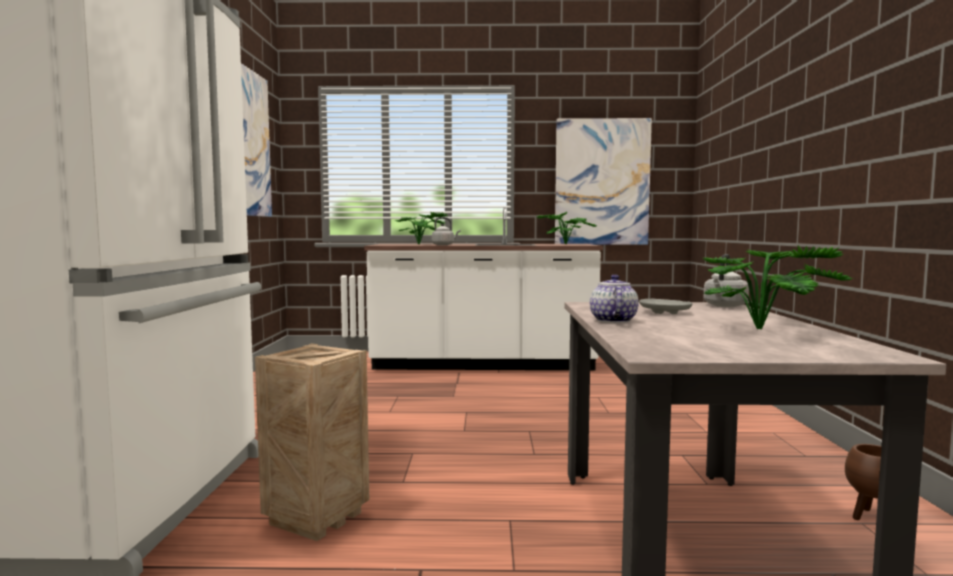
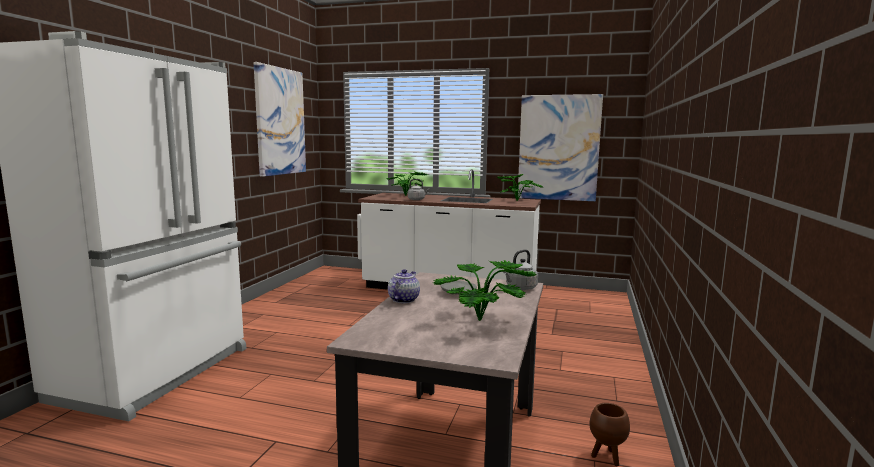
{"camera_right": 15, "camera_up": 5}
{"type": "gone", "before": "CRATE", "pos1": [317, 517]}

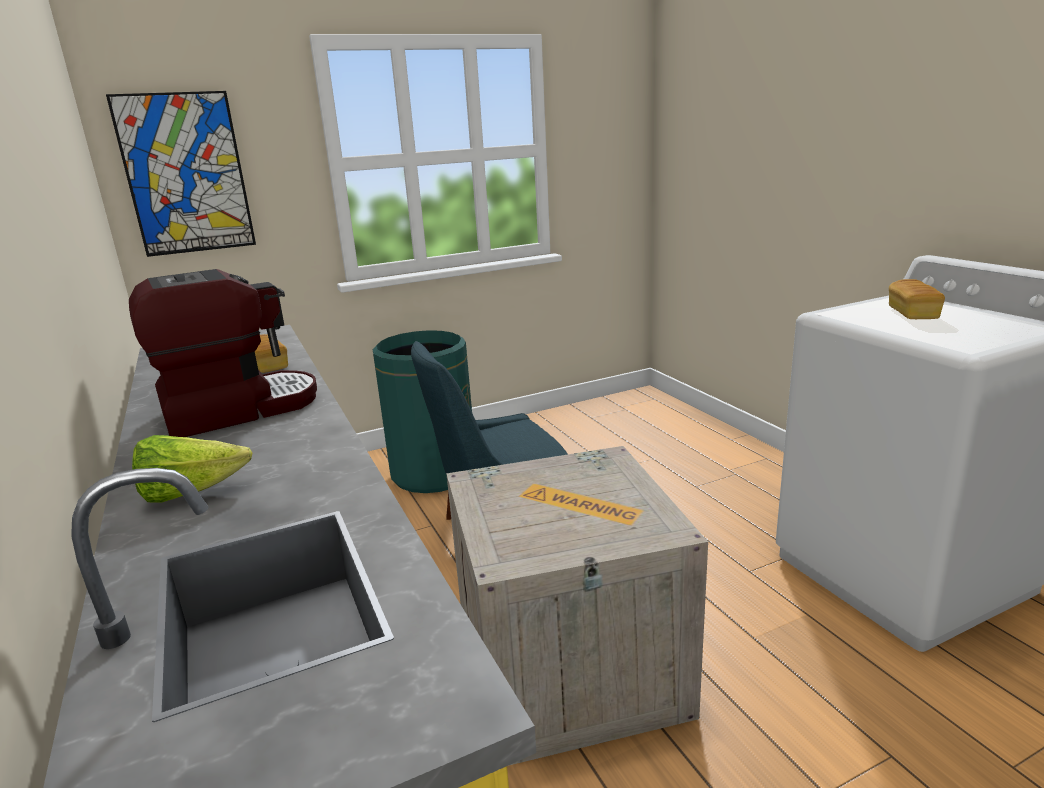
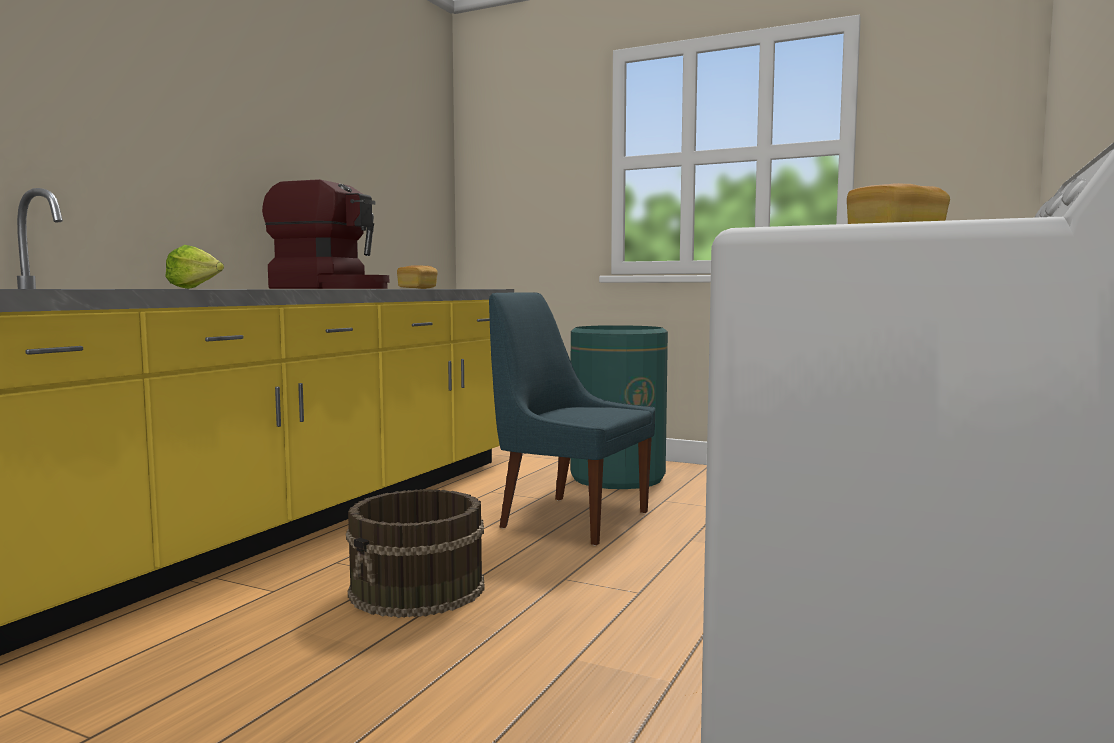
{"camera_right": 50, "camera_up": -15}
{"type": "swapped", "before": "CRATE", "after": "BROWN BUCKET", "pos1": [571, 664], "pos2": [418, 589]}
{"type": "gone", "before": "PICTURE", "pos1": [186, 174]}

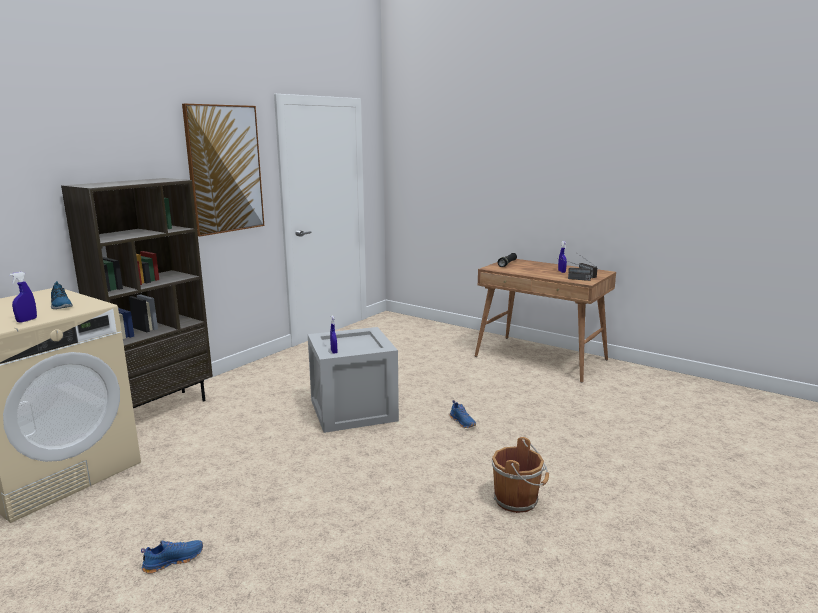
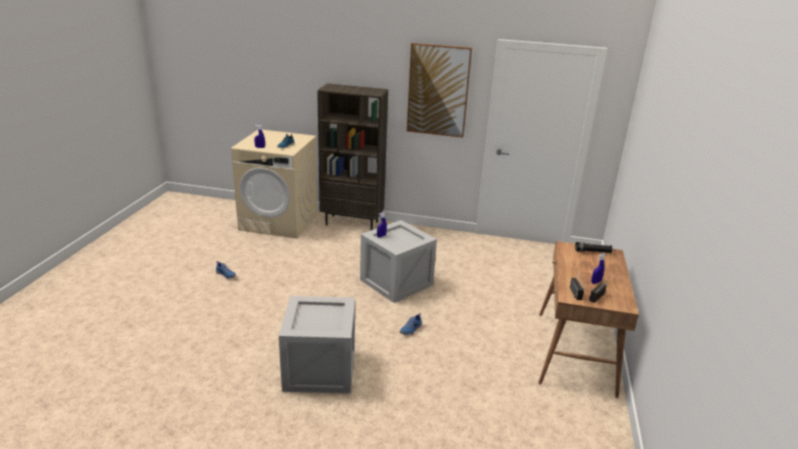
{"camera_right": 65, "camera_up": 10}
{"type": "swapped", "before": "BROWN BUCKET", "after": "CRATE", "pos1": [518, 500], "pos2": [320, 369]}

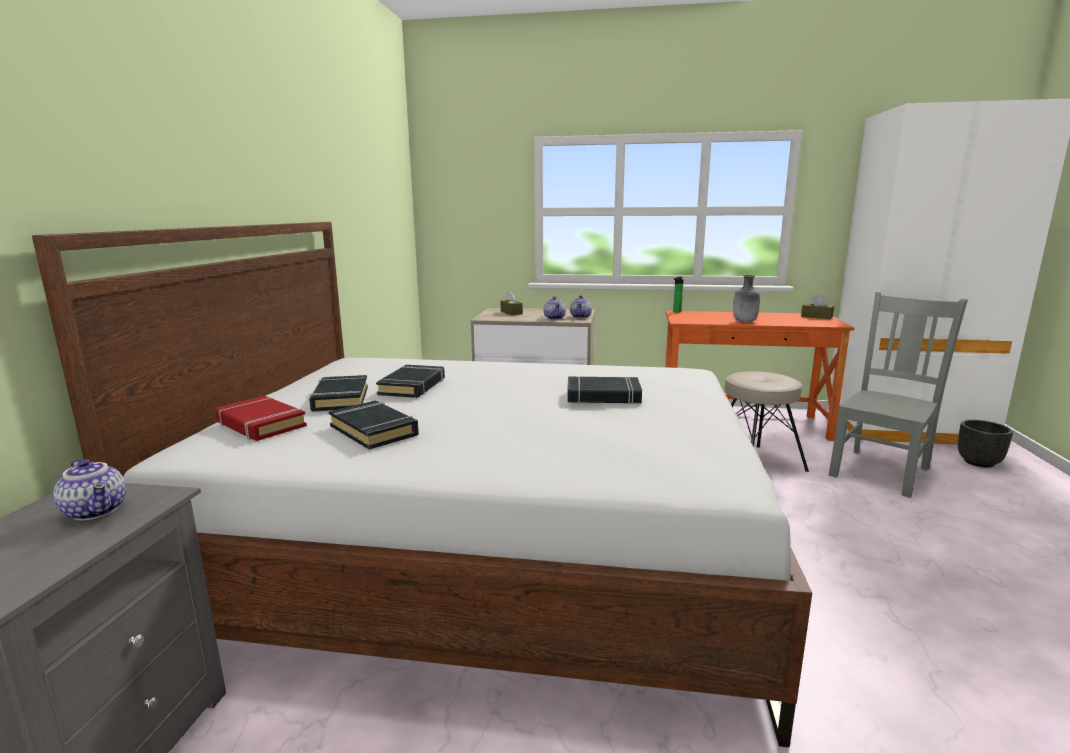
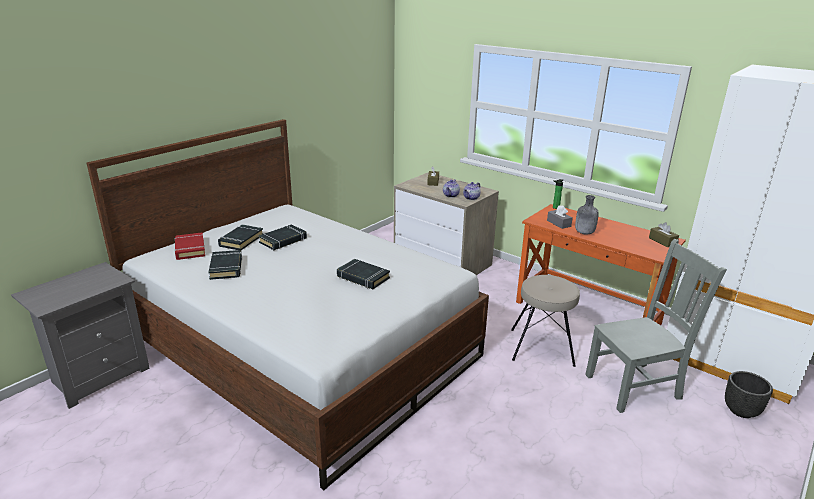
{"camera_right": 30, "camera_up": 10}
{"type": "new", "after": "GREY TISSUE BOX", "pos2": [558, 223]}
{"type": "gone", "before": "TEAPOT", "pos1": [97, 511]}

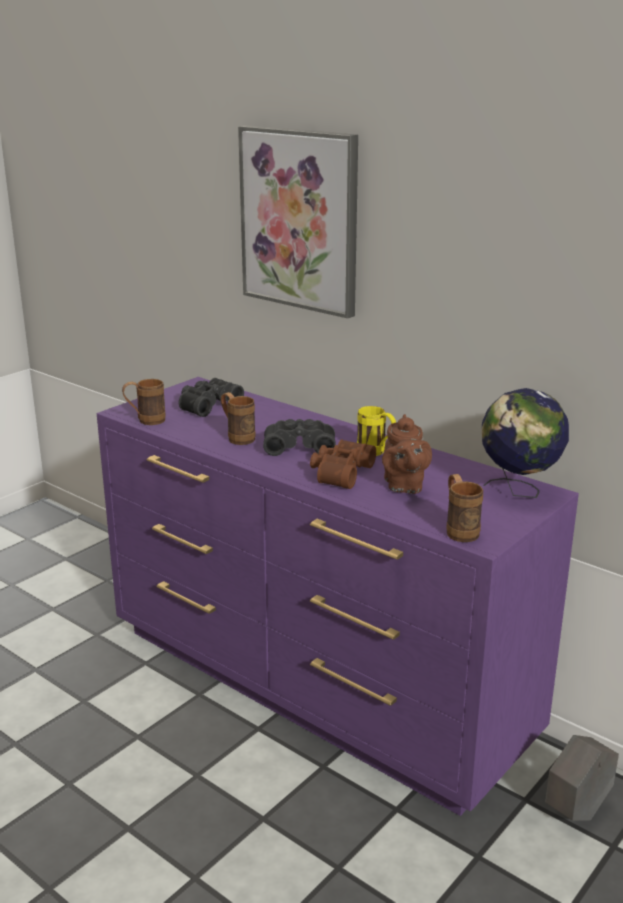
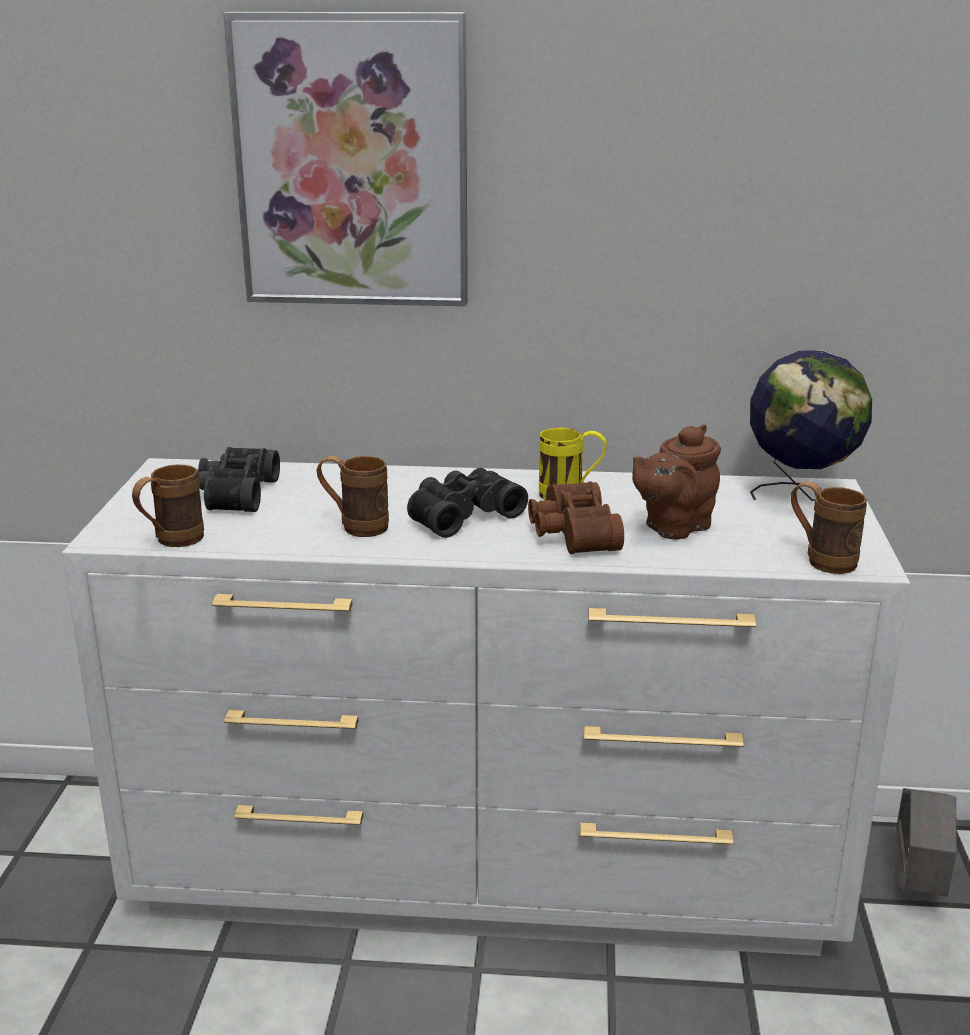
{"camera_right": -35, "camera_up": 0}
{"type": "repainted", "before": "PURPLE DRESSER", "after": "WHITE DRESSER", "pos1": [315, 685], "pos2": [489, 873]}
{"type": "rotated", "before": "BROWN TEAPOT", "pos1": [404, 486], "pos2": [673, 527], "turn": 90}

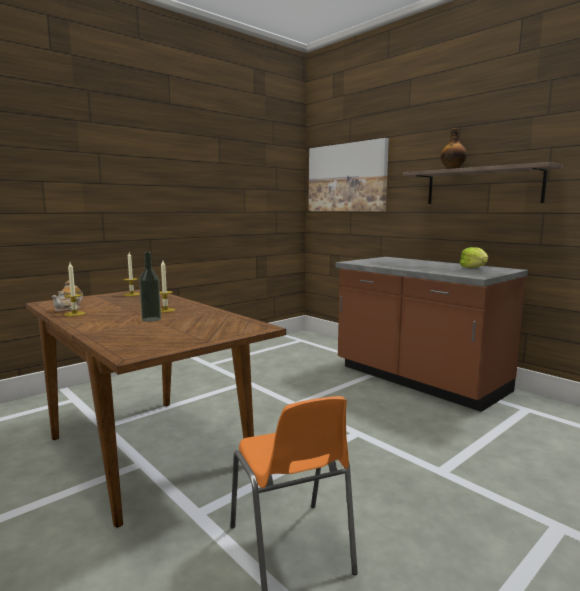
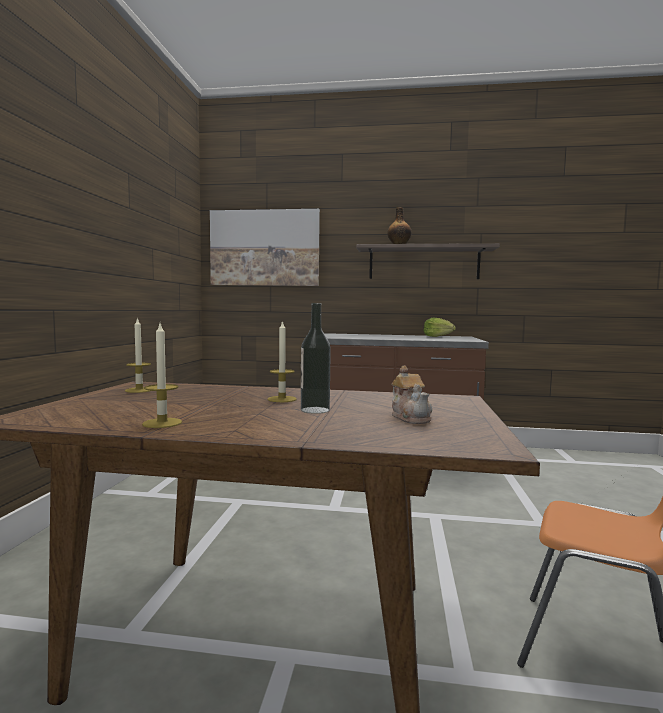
{"camera_right": -40, "camera_up": -5}
{"type": "shifted", "before": "TEAPOT", "pos1": [69, 309], "pos2": [411, 418]}

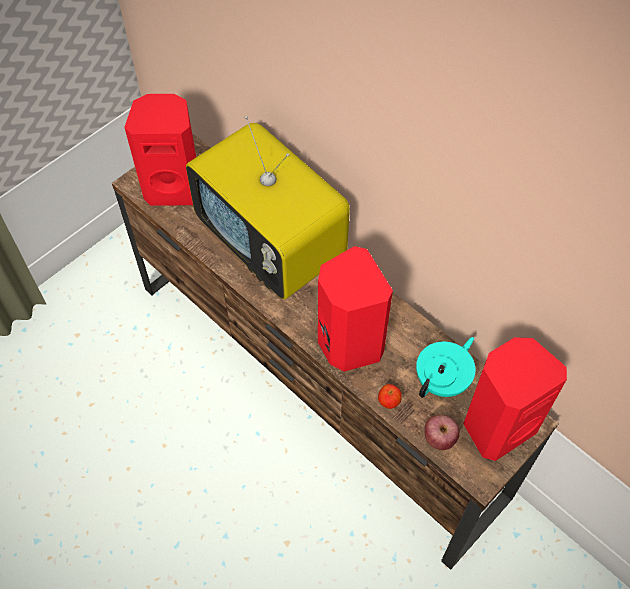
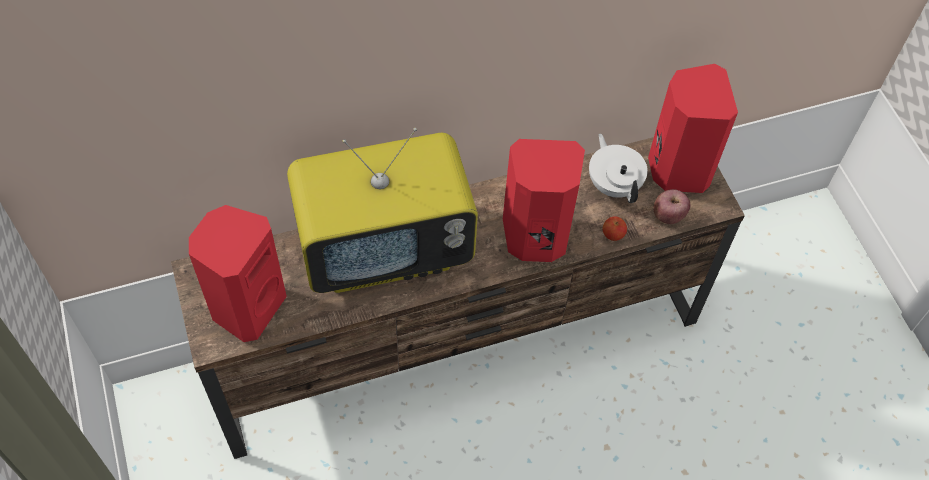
{"camera_right": -65, "camera_up": 0}
{"type": "repainted", "before": "TURQUOISE TEAPOT", "after": "WHITE TEAPOT", "pos1": [443, 380], "pos2": [614, 184]}

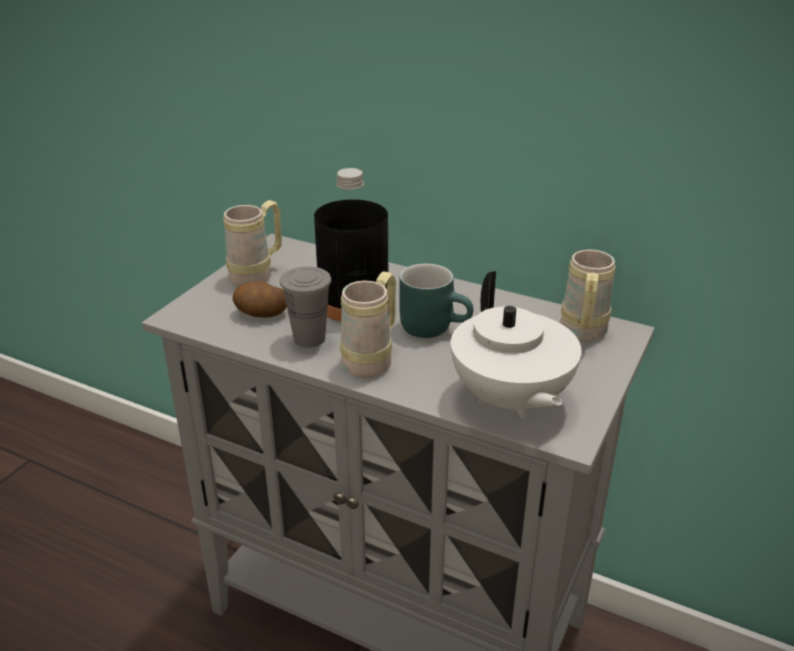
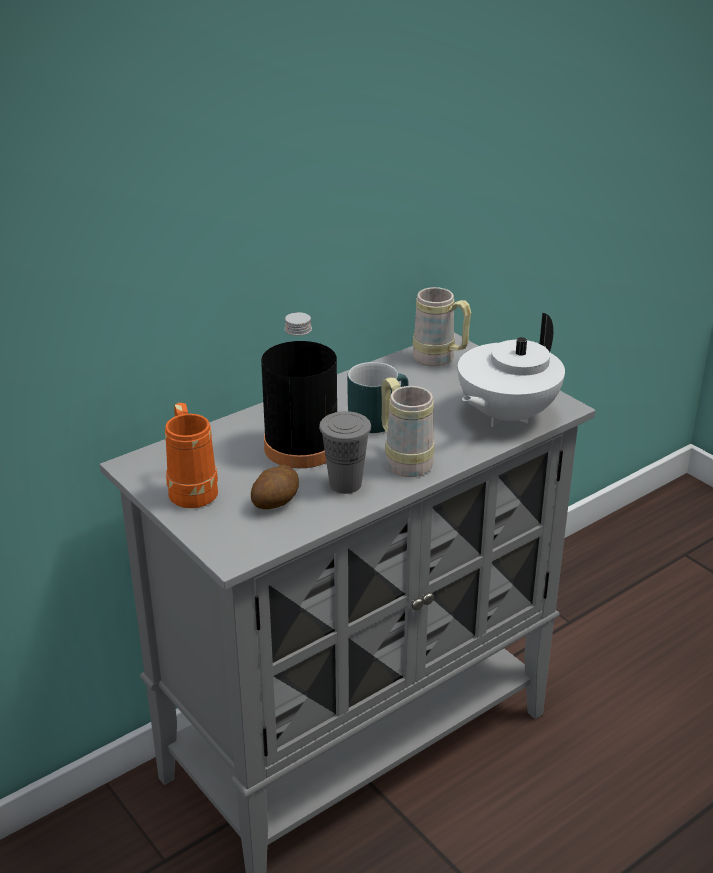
{"camera_right": -65, "camera_up": 0}
{"type": "repainted", "before": "BEIGE MUG", "after": "ORANGE MUG", "pos1": [258, 274], "pos2": [192, 488]}
{"type": "rotated", "before": "WHITE TEAPOT", "pos1": [510, 400], "pos2": [505, 415], "turn": 120}

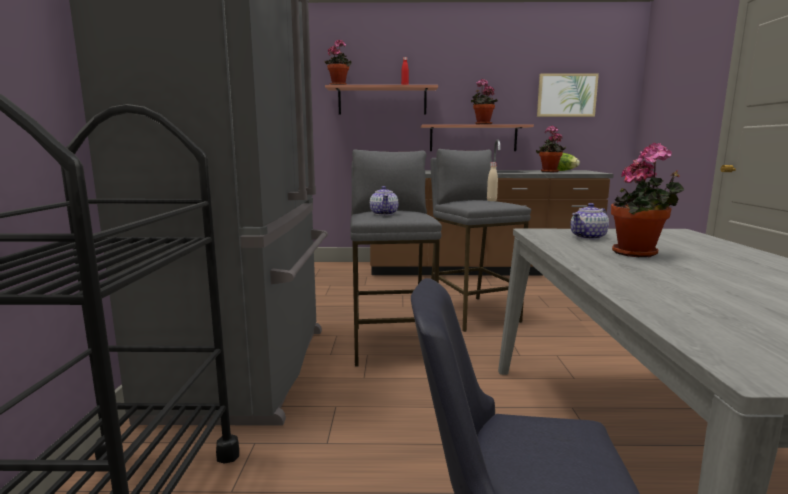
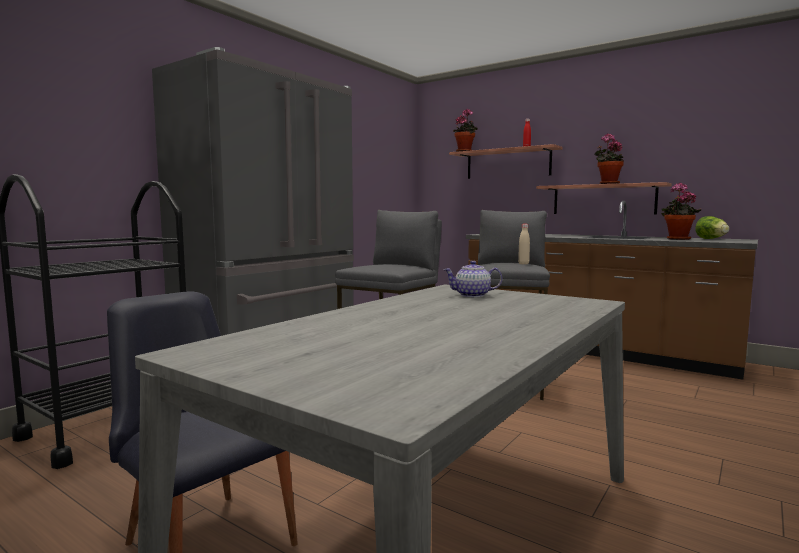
{"camera_right": 35, "camera_up": -5}
{"type": "gone", "before": "TEAPOT", "pos1": [384, 214]}
{"type": "gone", "before": "PICTURE", "pos1": [566, 95]}
{"type": "gone", "before": "POTTED PLANT", "pos1": [639, 254]}

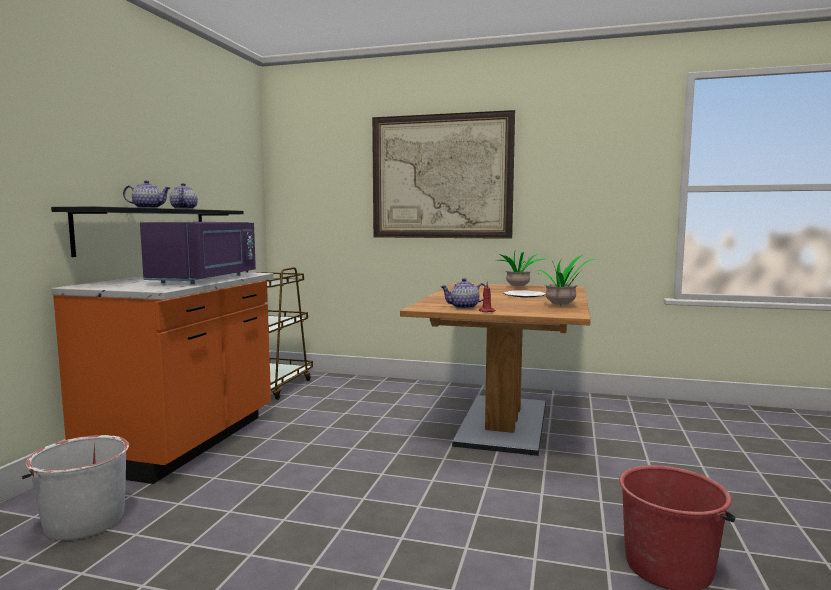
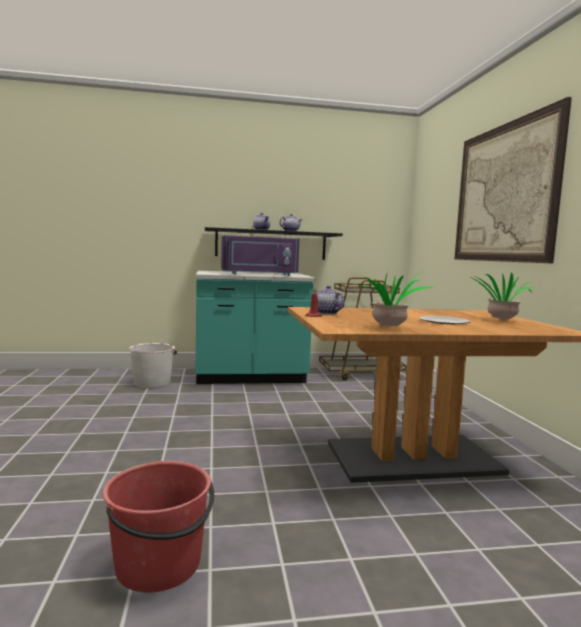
{"camera_right": 65, "camera_up": 0}
{"type": "repainted", "before": "ORANGE COUNTER", "after": "TURQUOISE COUNTER", "pos1": [184, 442], "pos2": [250, 377]}

